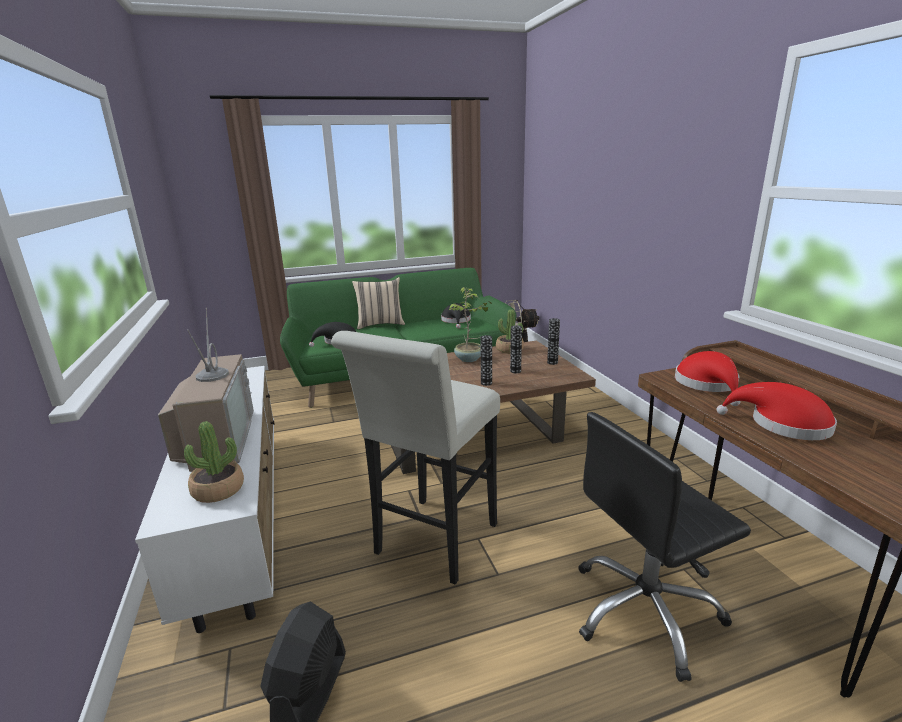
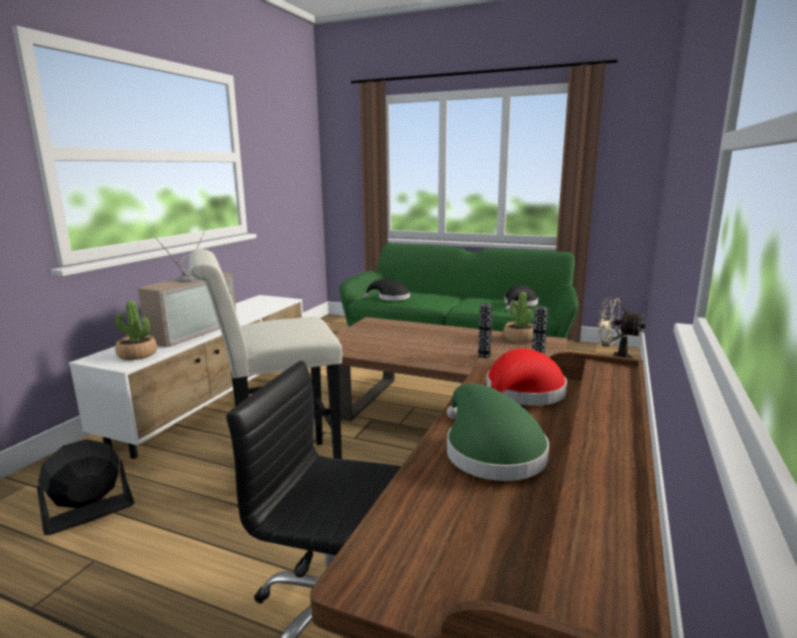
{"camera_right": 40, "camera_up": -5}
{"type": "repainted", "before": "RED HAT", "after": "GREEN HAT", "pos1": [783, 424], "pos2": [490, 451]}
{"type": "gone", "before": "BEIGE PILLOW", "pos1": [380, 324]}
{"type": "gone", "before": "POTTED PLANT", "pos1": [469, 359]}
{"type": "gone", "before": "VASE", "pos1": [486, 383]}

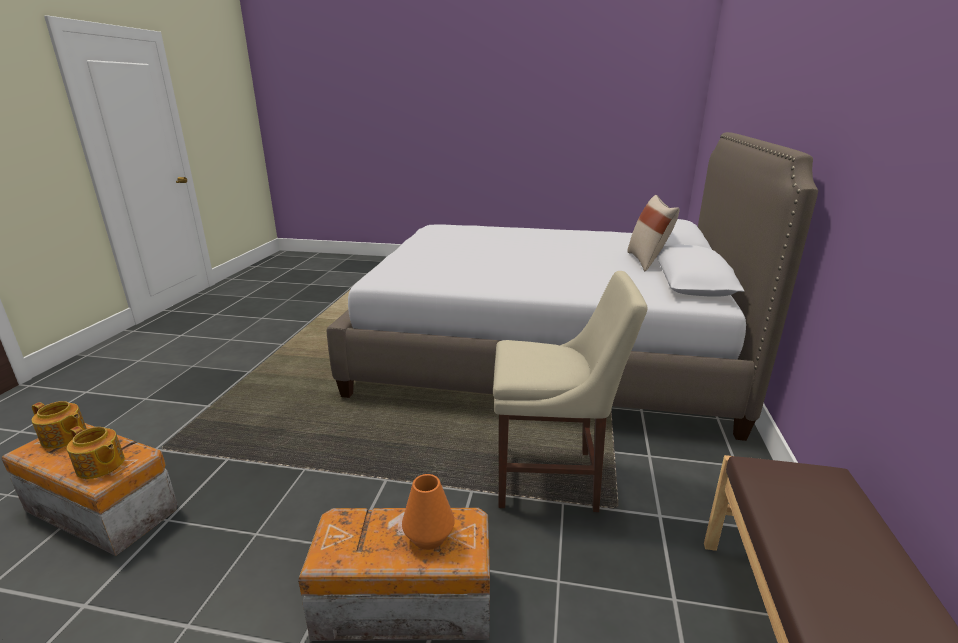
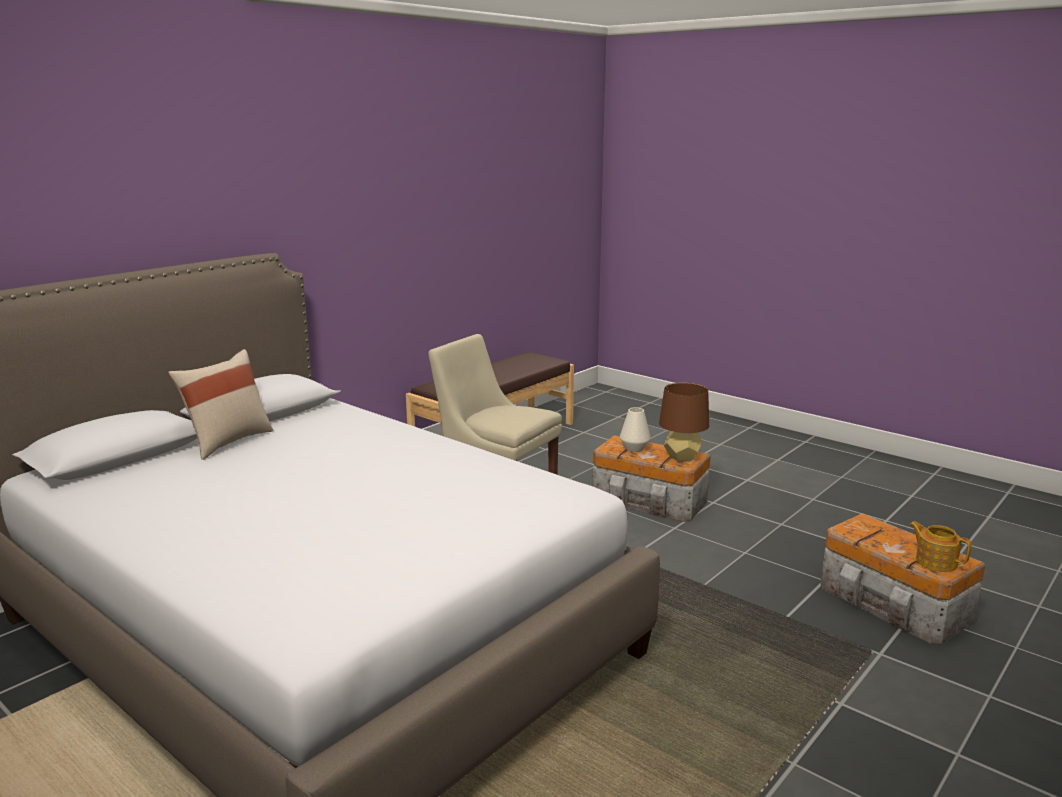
{"camera_right": -150, "camera_up": -5}
{"type": "repainted", "before": "ORANGE VASE", "after": "WHITE VASE", "pos1": [429, 537], "pos2": [634, 448]}
{"type": "new", "after": "BROWN TABLE LAMP", "pos2": [681, 457]}
{"type": "gone", "before": "TEAPOT", "pos1": [100, 466]}

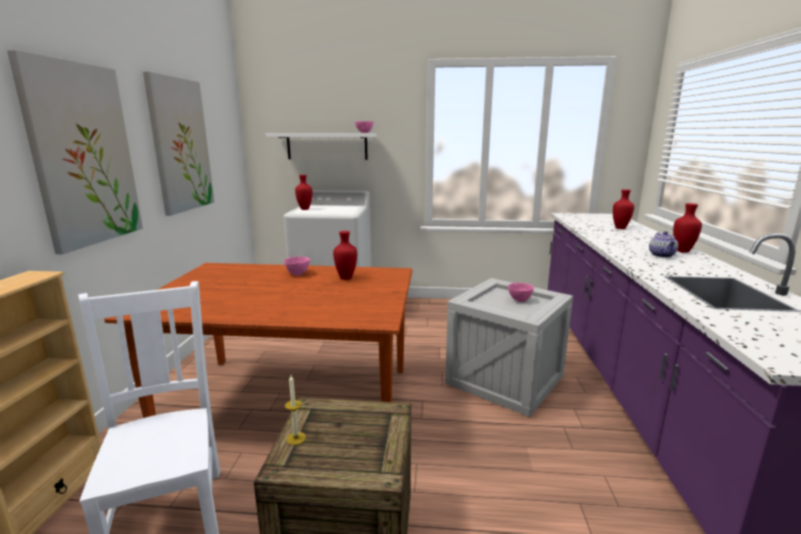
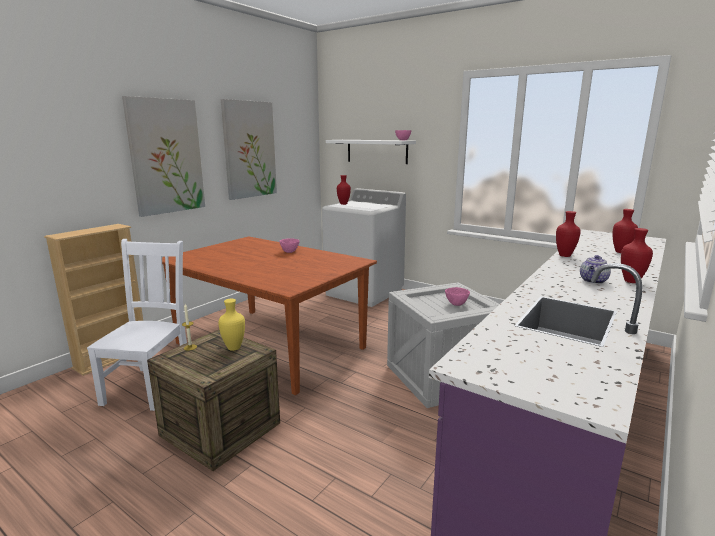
{"camera_right": 30, "camera_up": 0}
{"type": "new", "after": "YELLOW VASE", "pos2": [234, 348]}
{"type": "shifted", "before": "RED VASE", "pos1": [346, 278], "pos2": [565, 255]}

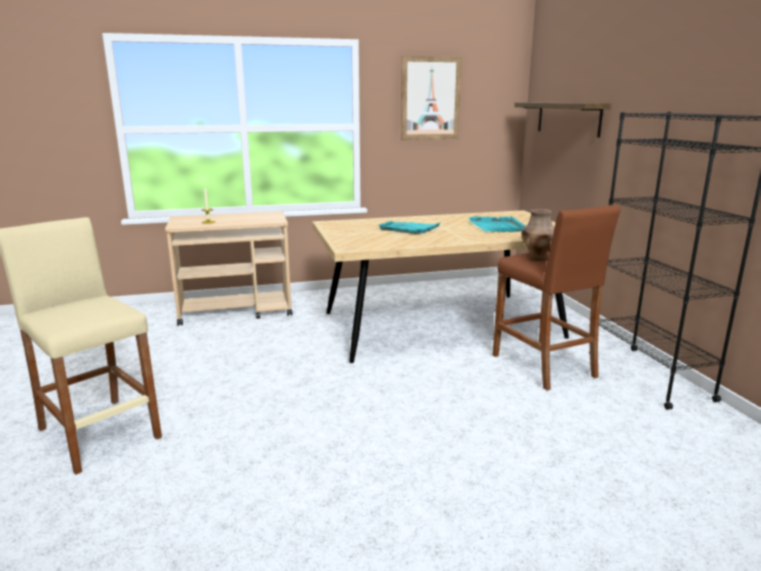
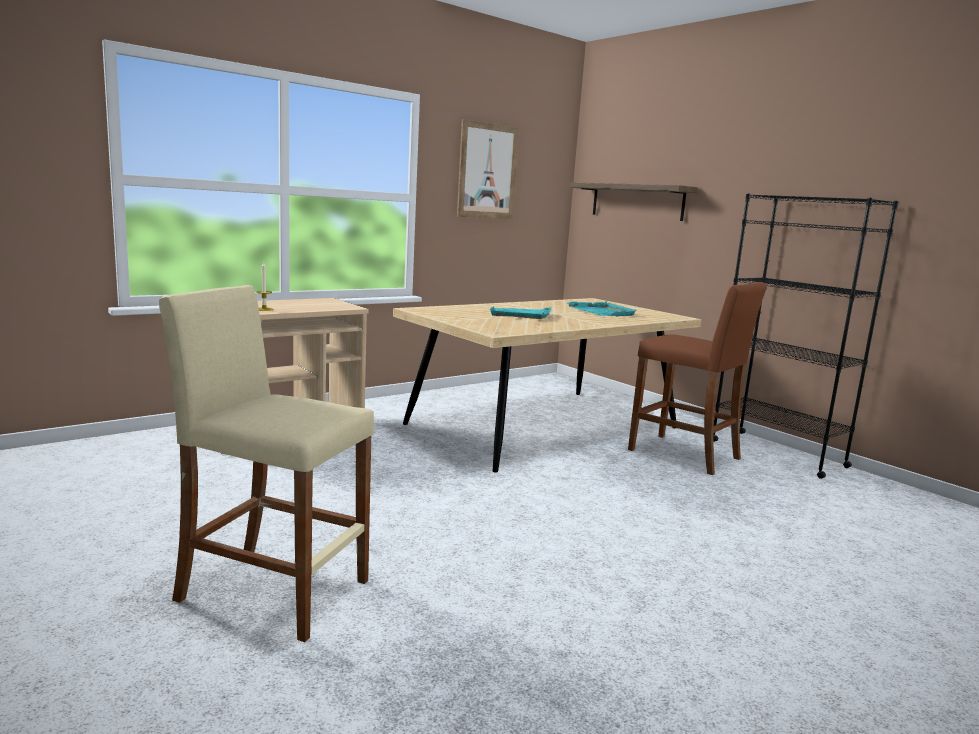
{"camera_right": -25, "camera_up": -5}
{"type": "gone", "before": "BROWN VASE", "pos1": [537, 257]}

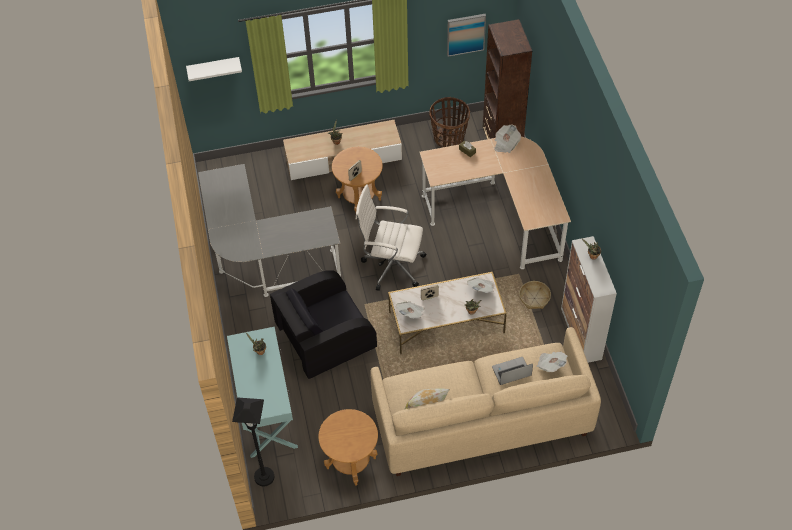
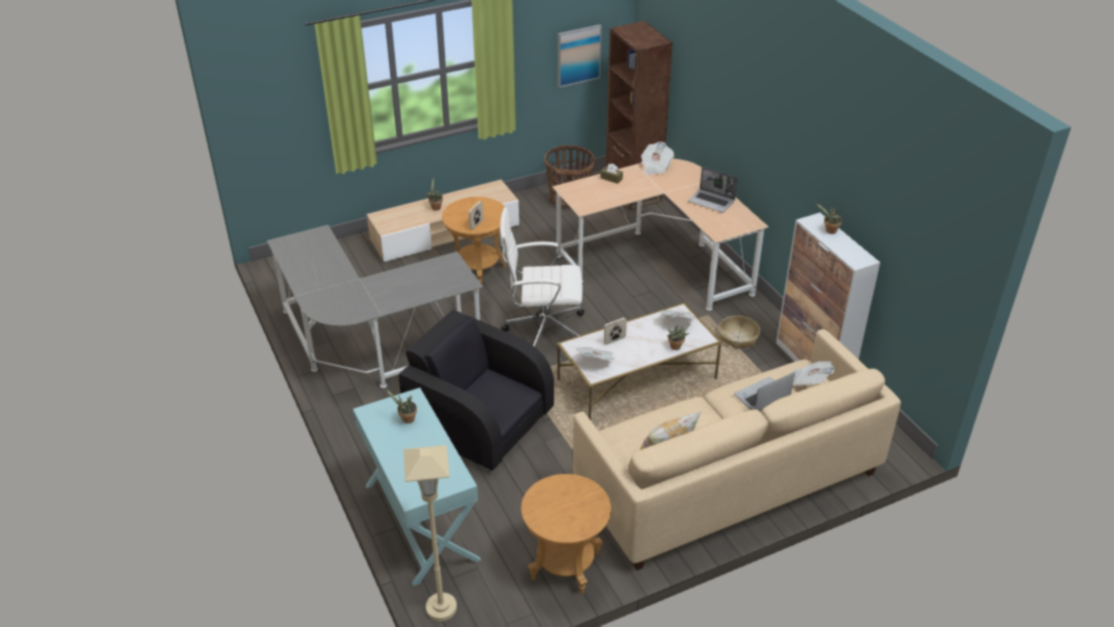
{"camera_right": -15, "camera_up": -15}
{"type": "rotated", "before": "BLACK ARMCHAIR", "pos1": [325, 337], "pos2": [479, 421], "turn": 75}
{"type": "repainted", "before": "BLACK FLOOR LAMP", "after": "BEIGE FLOOR LAMP", "pos1": [264, 477], "pos2": [441, 608]}
{"type": "new", "after": "LAPTOP", "pos2": [712, 201]}
{"type": "gone", "before": "WHITE SHELF", "pos1": [214, 68]}

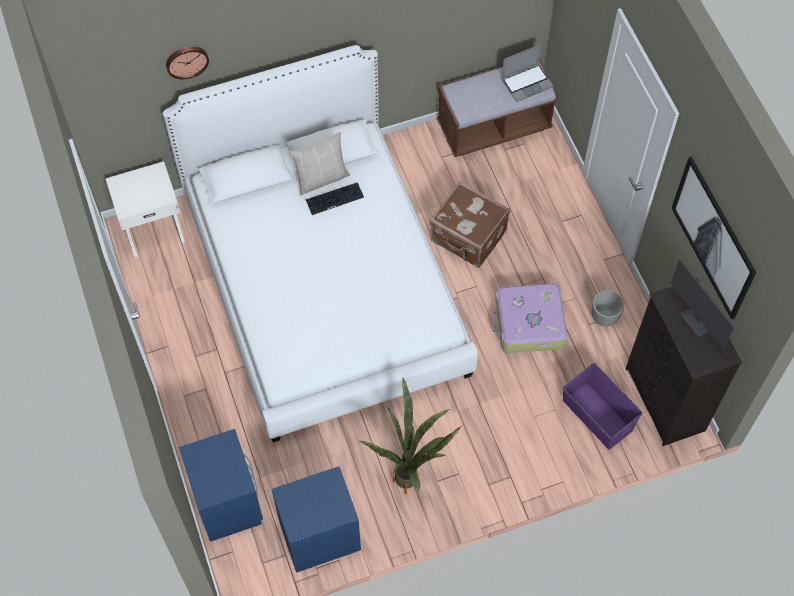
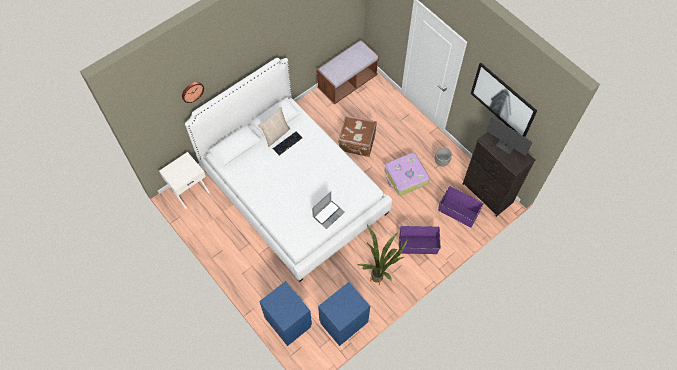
{"camera_right": -20, "camera_up": 0}
{"type": "shifted", "before": "LAPTOP", "pos1": [527, 82], "pos2": [328, 214]}
{"type": "new", "after": "PURPLE STORAGE BOX", "pos2": [418, 245]}

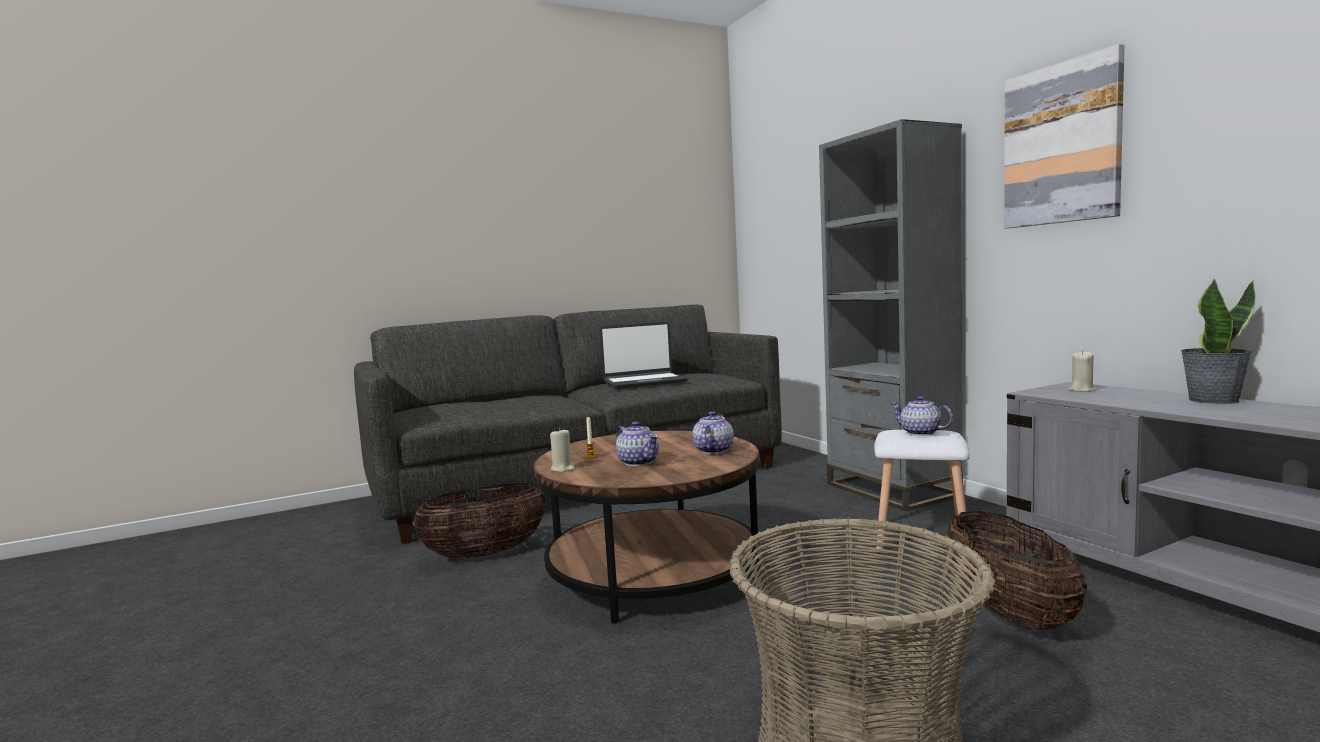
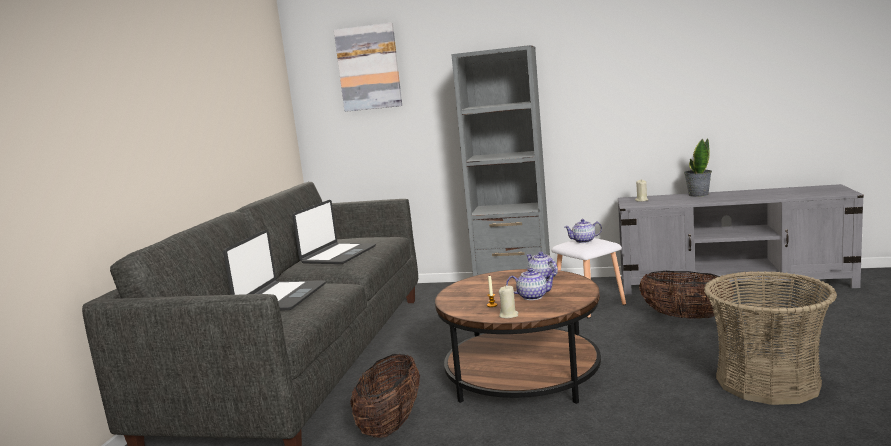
{"camera_right": -50, "camera_up": 5}
{"type": "new", "after": "LAPTOP", "pos2": [280, 297]}
{"type": "shifted", "before": "PICTURE", "pos1": [1062, 144], "pos2": [369, 68]}

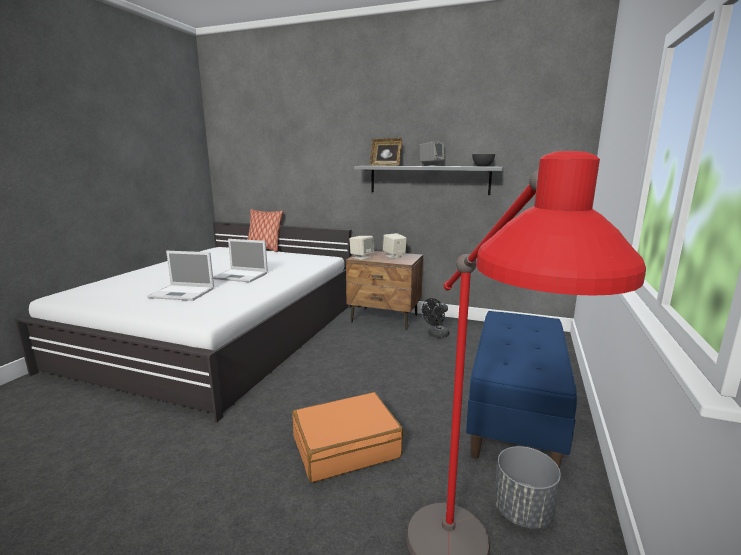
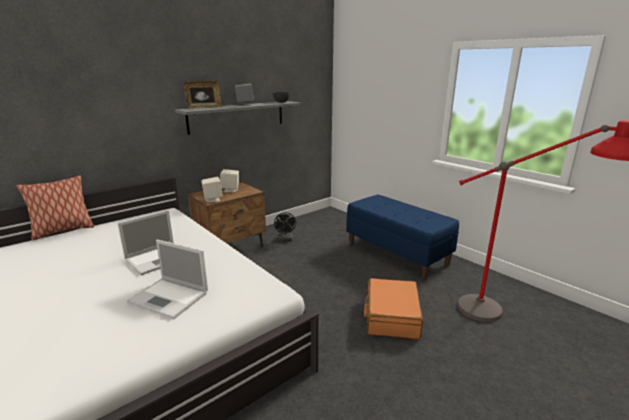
{"camera_right": -60, "camera_up": 5}
{"type": "rotated", "before": "LAPTOP", "pos1": [183, 293], "pos2": [170, 298], "turn": 75}
{"type": "gone", "before": "GREY PLANTER", "pos1": [523, 511]}

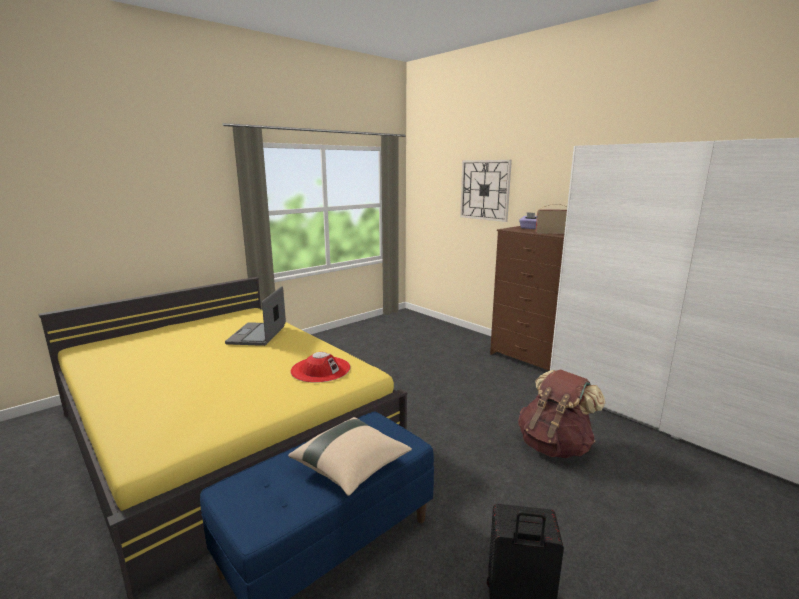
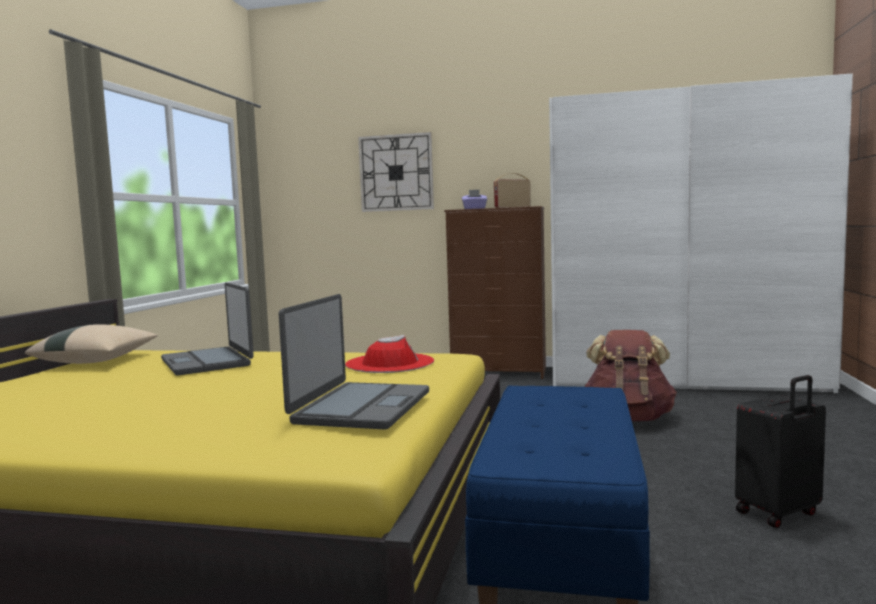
{"camera_right": -35, "camera_up": -10}
{"type": "shifted", "before": "BEIGE PILLOW", "pos1": [351, 467], "pos2": [97, 361]}
{"type": "new", "after": "LAPTOP", "pos2": [360, 407]}

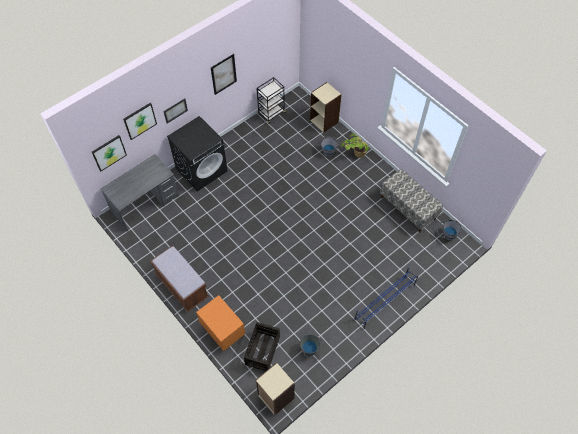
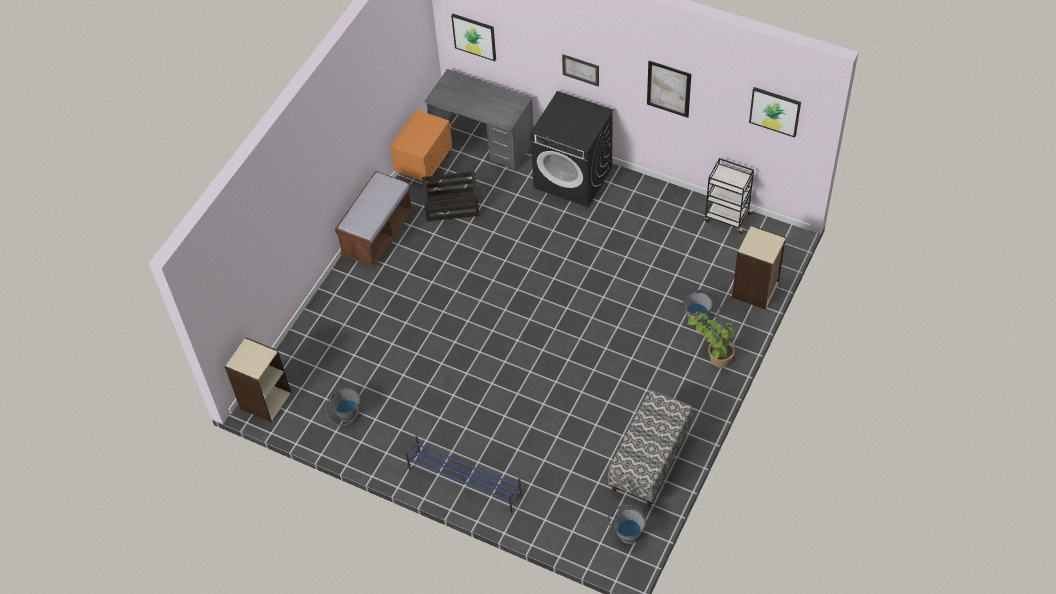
{"camera_right": 70, "camera_up": -5}
{"type": "shifted", "before": "ORANGE NIGHTSTAND", "pos1": [223, 332], "pos2": [424, 168]}
{"type": "shifted", "before": "CRATE", "pos1": [262, 350], "pos2": [452, 206]}
{"type": "shifted", "before": "PICTURE", "pos1": [140, 120], "pos2": [775, 111]}

